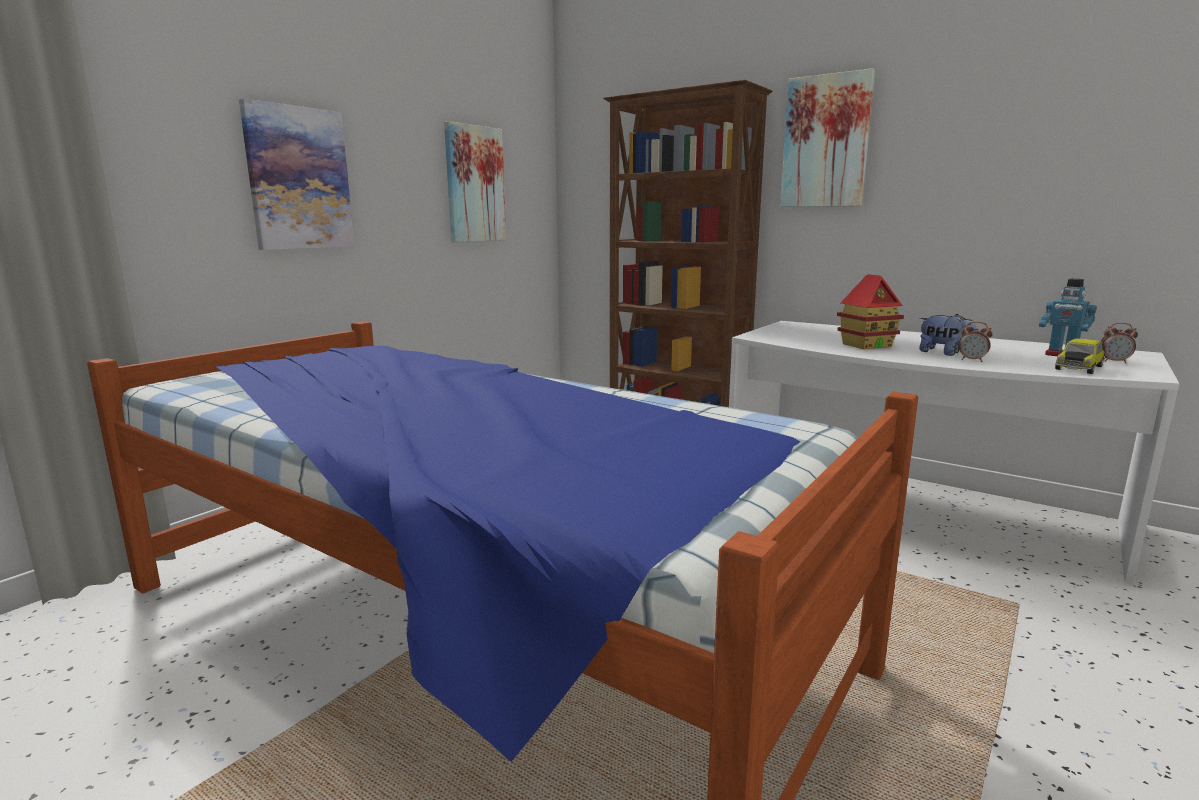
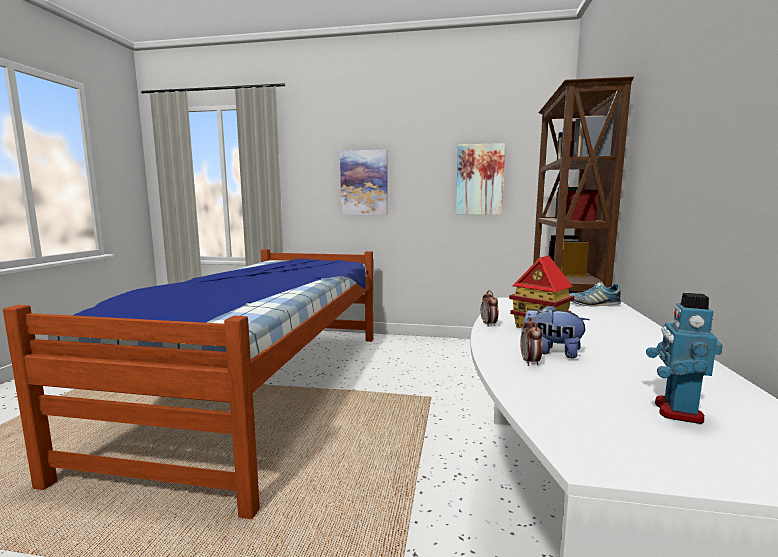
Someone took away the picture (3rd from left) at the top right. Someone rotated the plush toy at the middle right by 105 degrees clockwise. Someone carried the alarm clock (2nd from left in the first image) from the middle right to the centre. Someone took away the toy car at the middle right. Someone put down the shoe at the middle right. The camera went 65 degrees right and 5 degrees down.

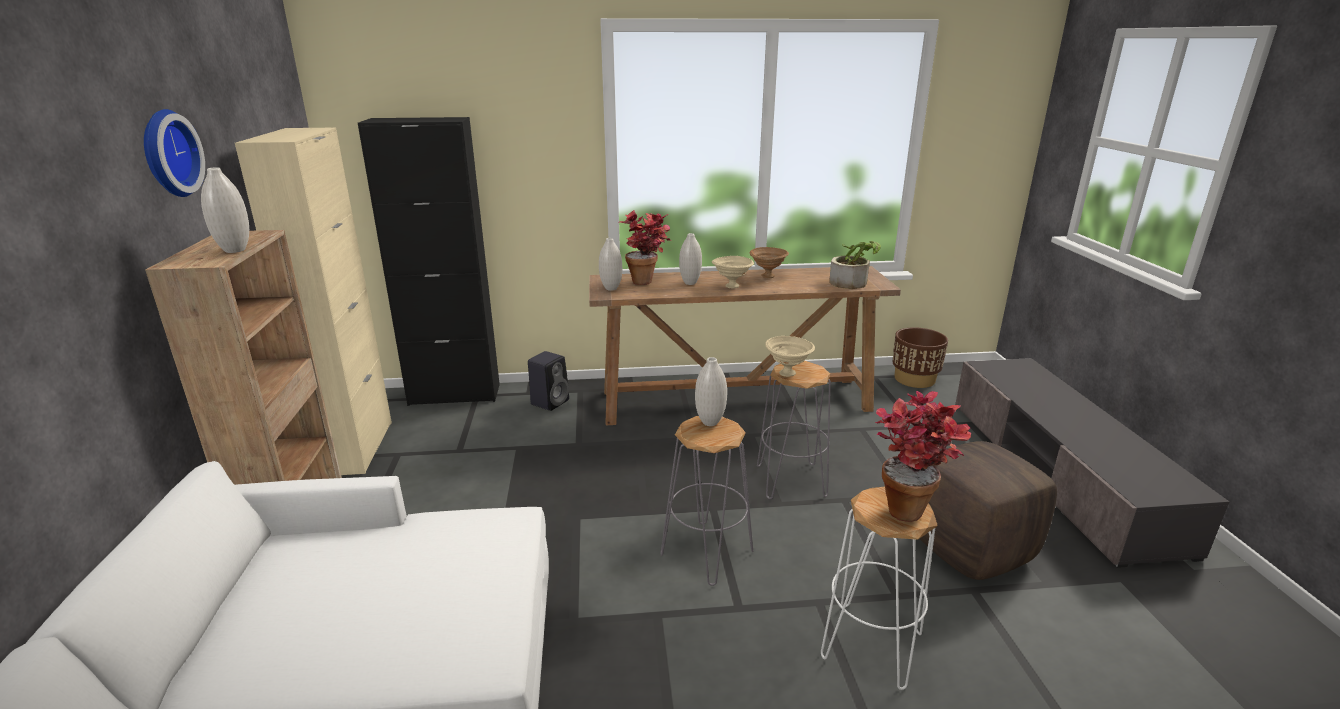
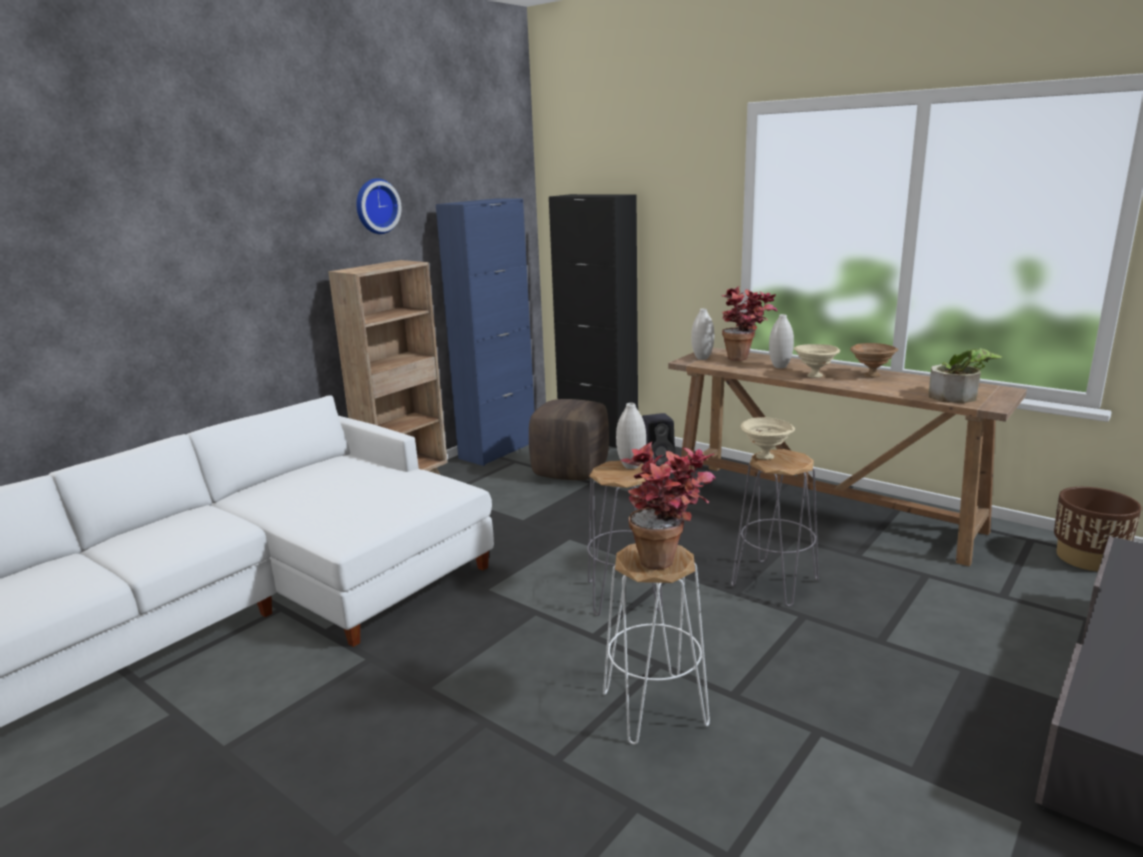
Someone repainted the cabinet/beige at the middle left, which became the cabinet/blue at the centre. Someone took away the vase/white (1st from left) at the top left. Someone carried the ottoman/brown from the bottom right to the centre. The camera went 45 degrees right and 5 degrees down.

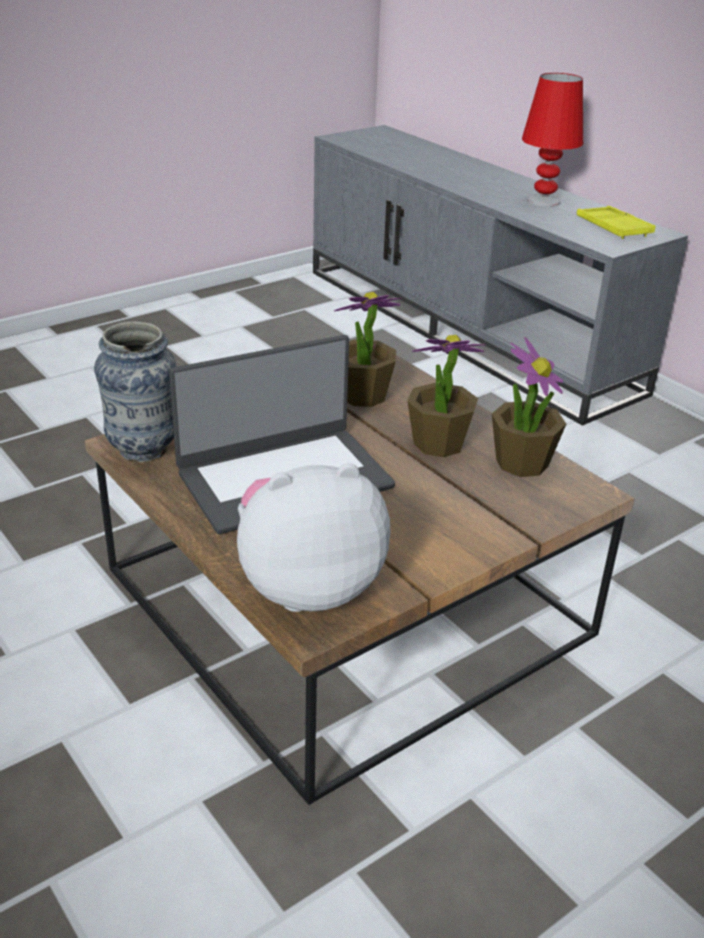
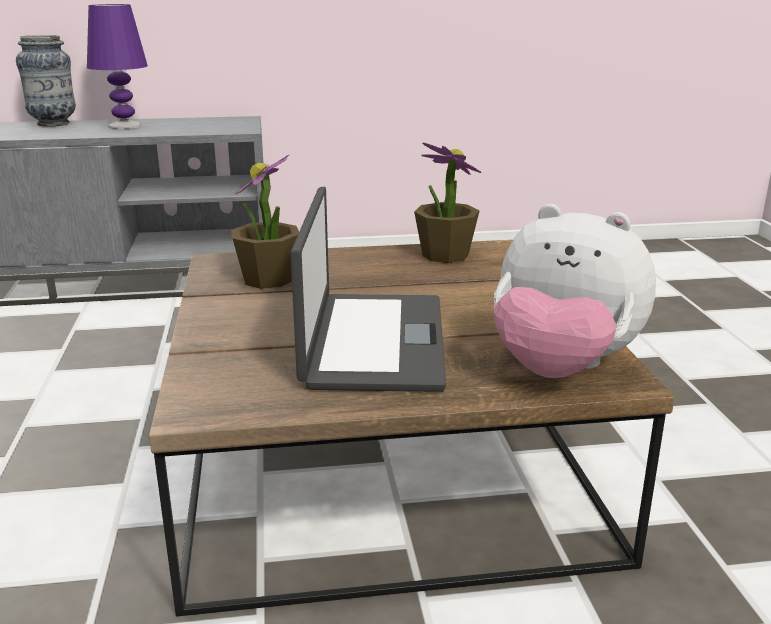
Someone repainted the table lamp/red at the top right, which became the table lamp/purple at the top left. Someone took away the tray/yellow at the top right. Someone carried the vase from the middle left to the top left. Someone took away the potted plant (2nd from left) at the centre. Someone rotated the plush toy at the centre by 75 degrees counterclockwise. The camera went 60 degrees left and 10 degrees down.

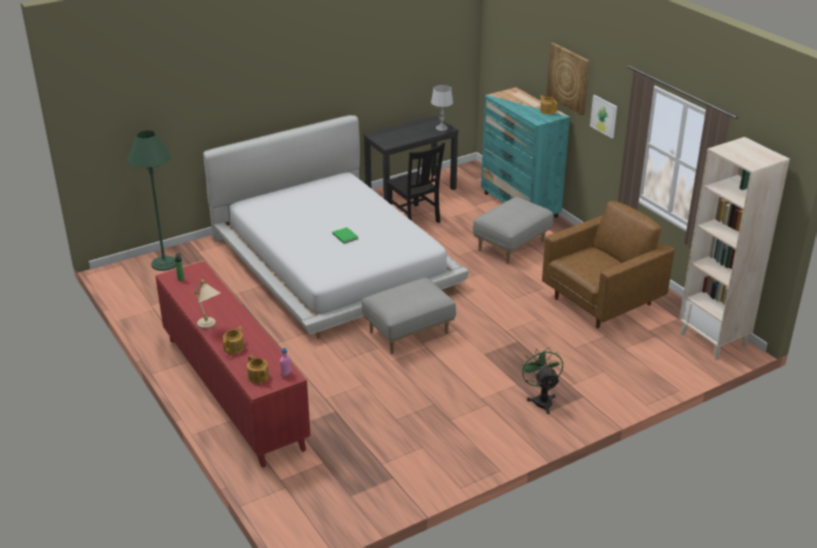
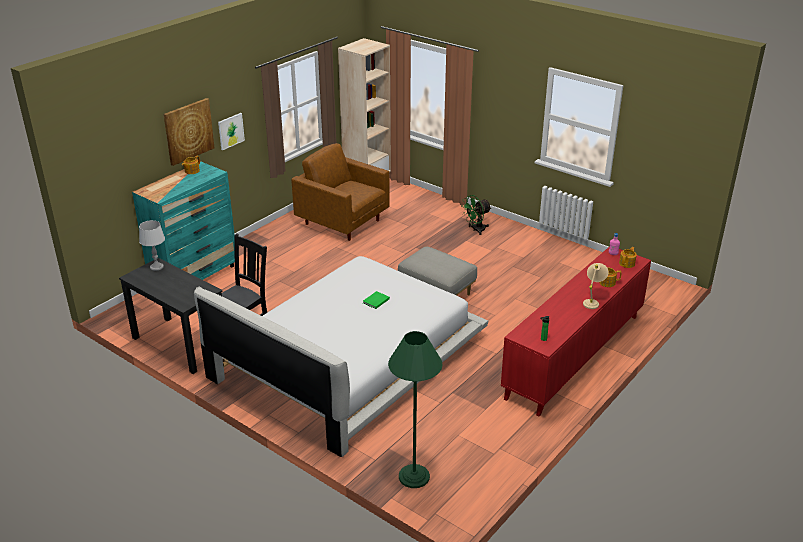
Someone took away the ottoman/grey (2nd from left) at the centre. The camera went 110 degrees left and 0 degrees up.

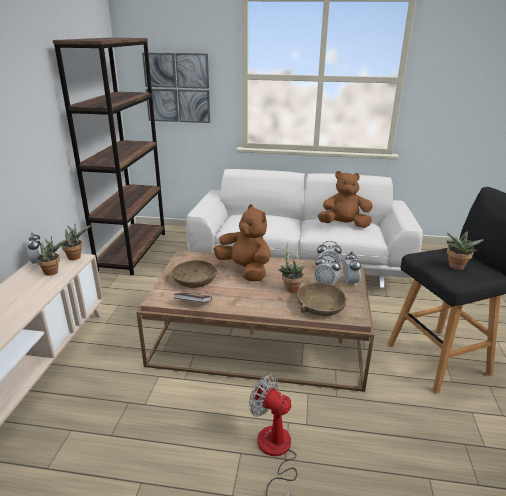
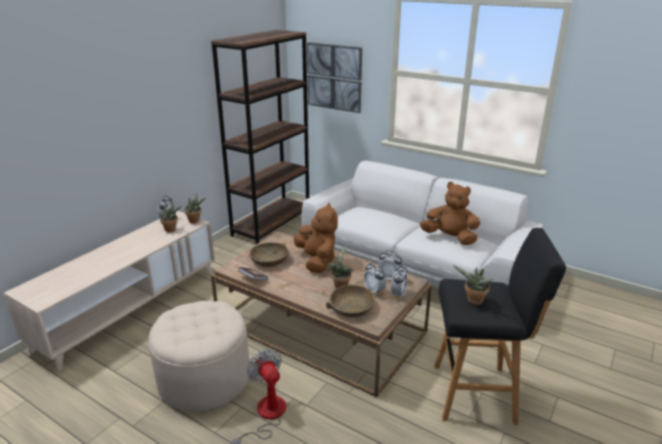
Someone put down the ottoman/beige at the bottom left. The camera went 25 degrees right and 0 degrees up.

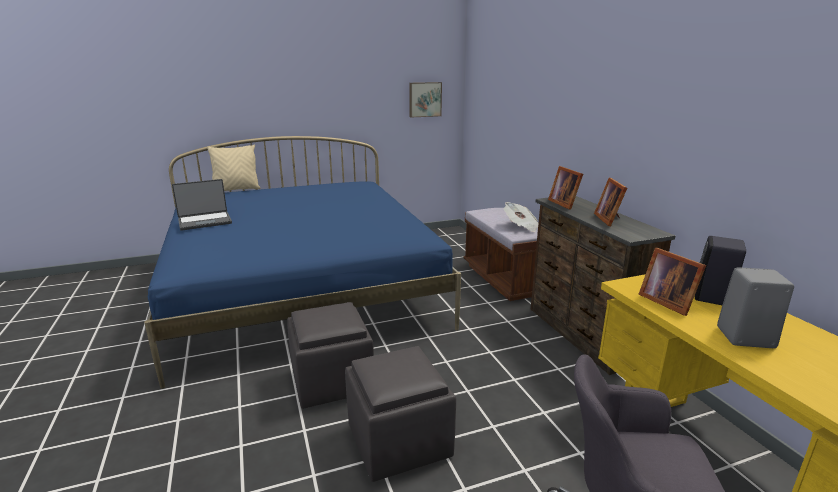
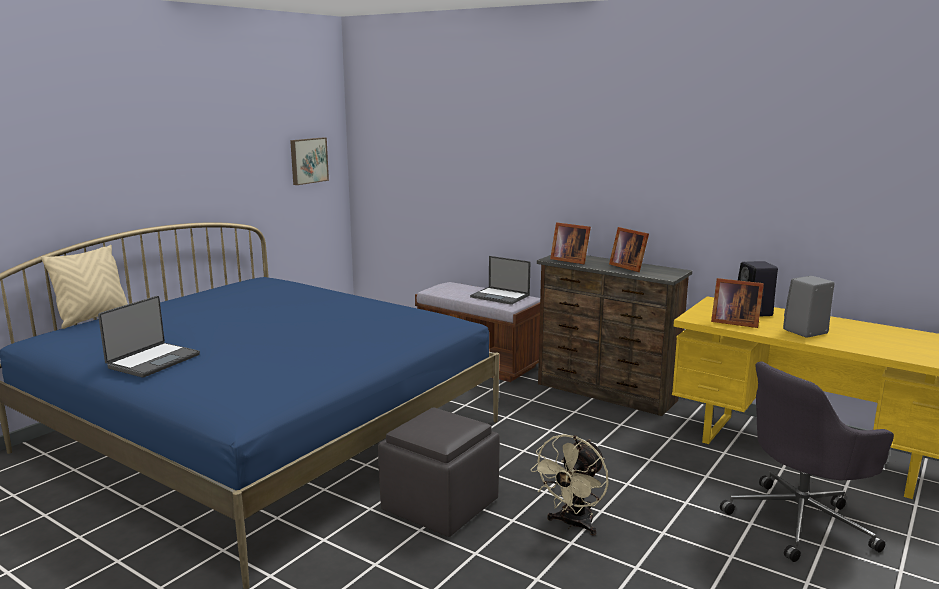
Someone swapped the newspaper at the centre for the laptop (2nd from left) at the centre. Someone swapped the ottoman/grey (2nd from left) at the bottom centre for the fan/beige at the bottom centre. The camera went 35 degrees left and 5 degrees down.

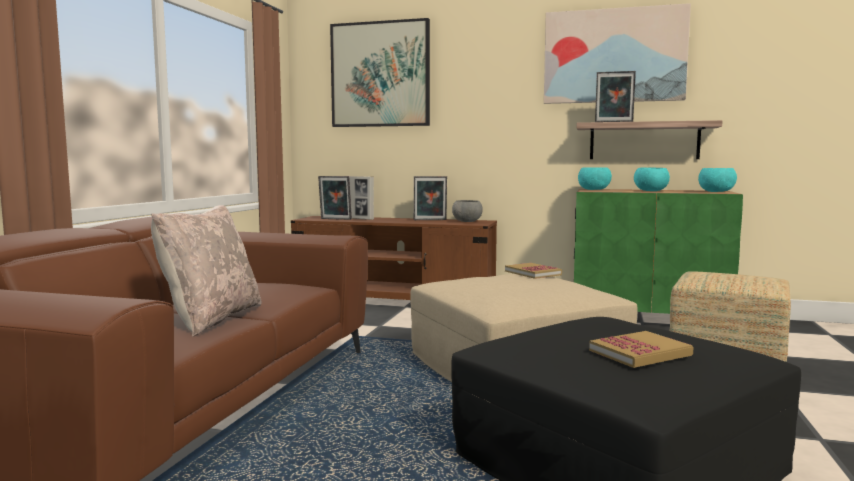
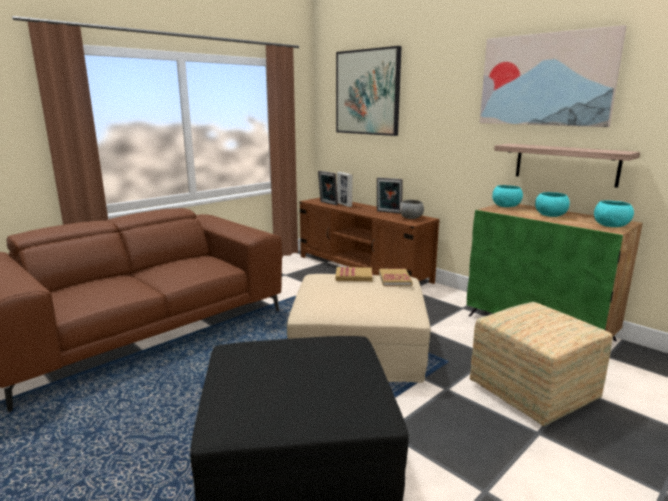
Someone took away the picture frame (4th from left) at the top right. Someone took away the pillow/beige at the middle left. Someone carried the book (2nd from left in the first image) from the bottom right to the centre. The camera went 30 degrees right and 10 degrees up.

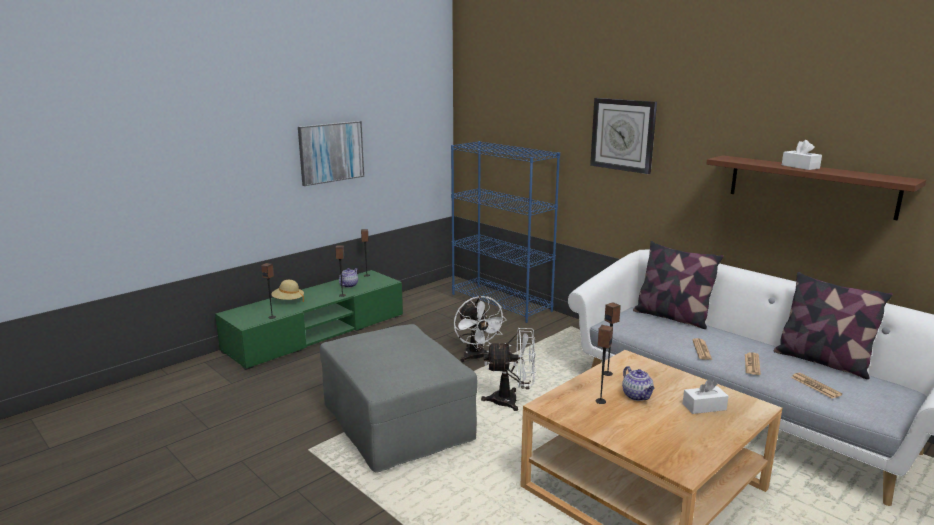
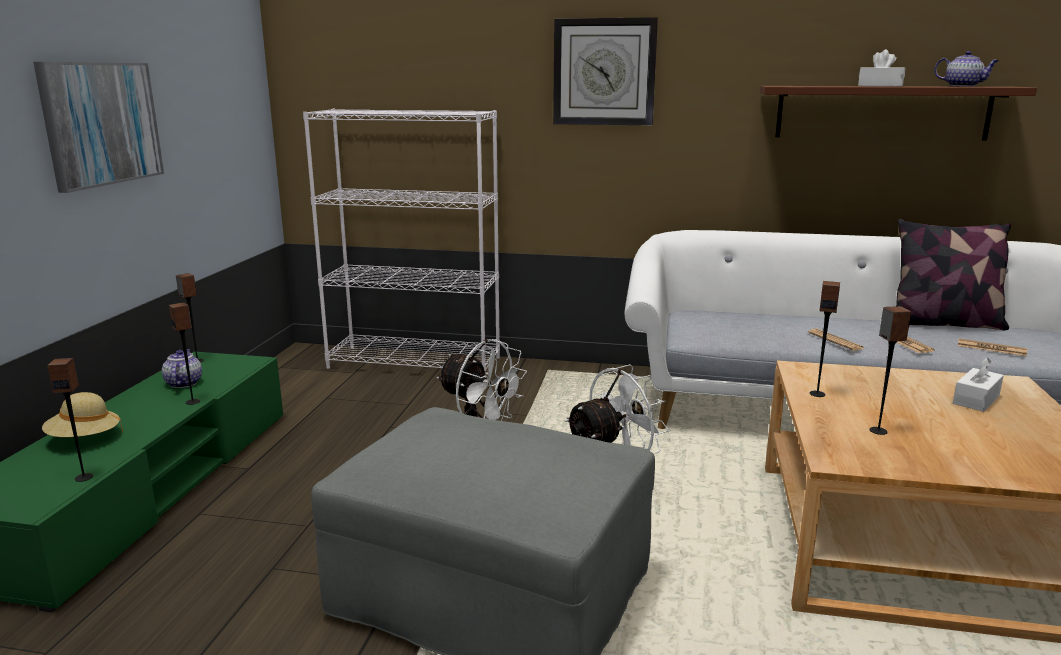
Someone repainted the bookcase/blue at the centre, which became the bookcase/white at the centre. Someone took away the pillow (1st from left) at the middle right. Someone carried the teapot (2nd from left) from the bottom right to the top right. The camera went 35 degrees left and 0 degrees up.

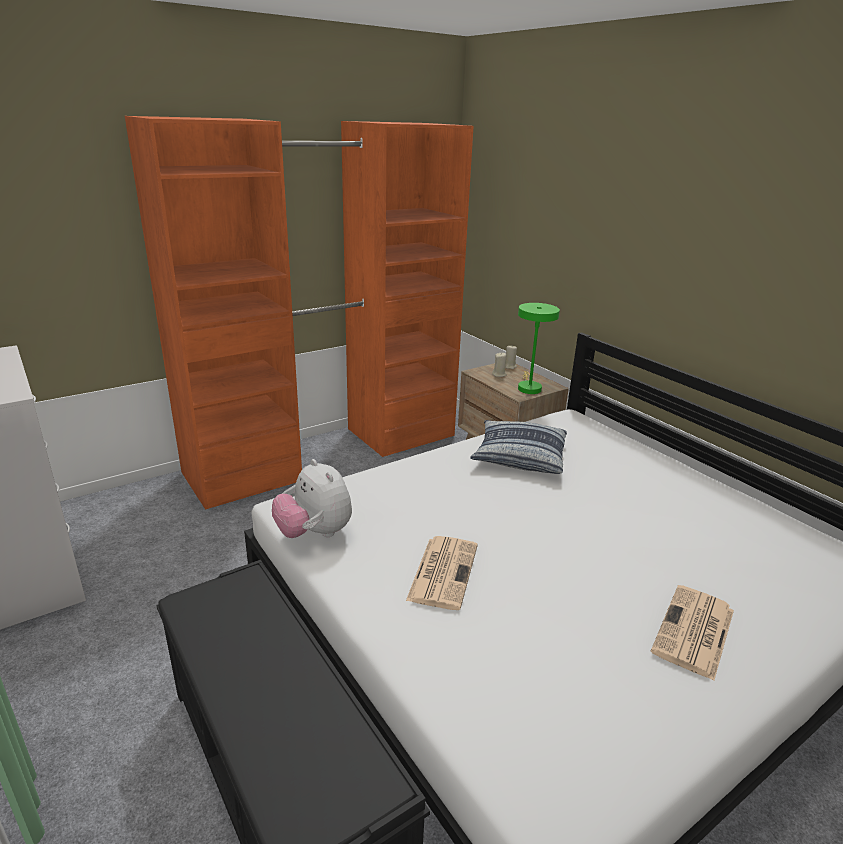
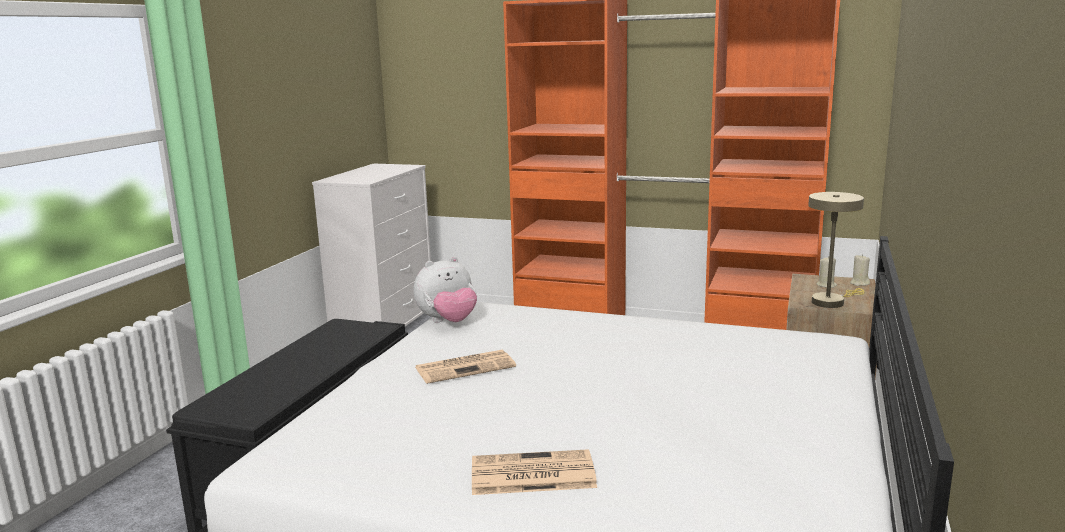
Someone repainted the table lamp/green at the centre, which became the table lamp/beige at the middle right. Someone took away the pillow at the centre. Someone rotated the plush toy at the centre by 135 degrees counterclockwise. The camera went 55 degrees right and 10 degrees down.

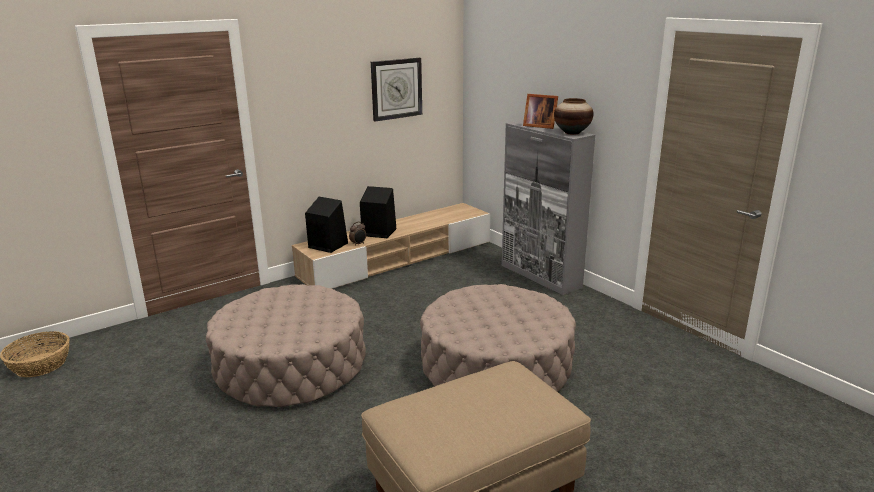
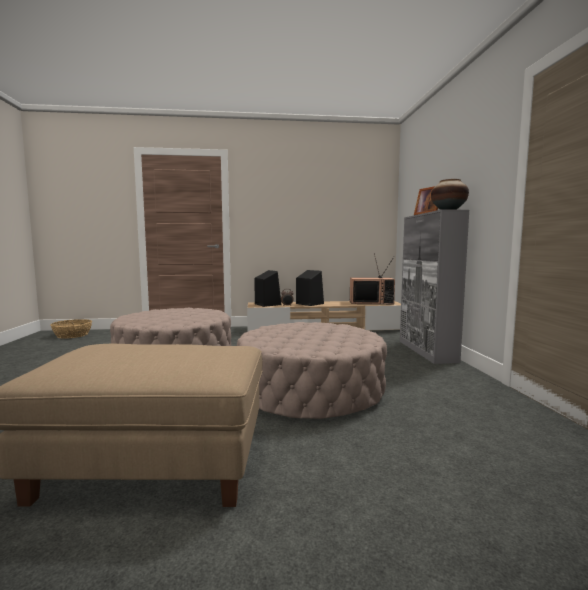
Someone took away the wall clock at the top centre. Someone put down the television at the centre. The camera went 30 degrees right and 15 degrees down.

